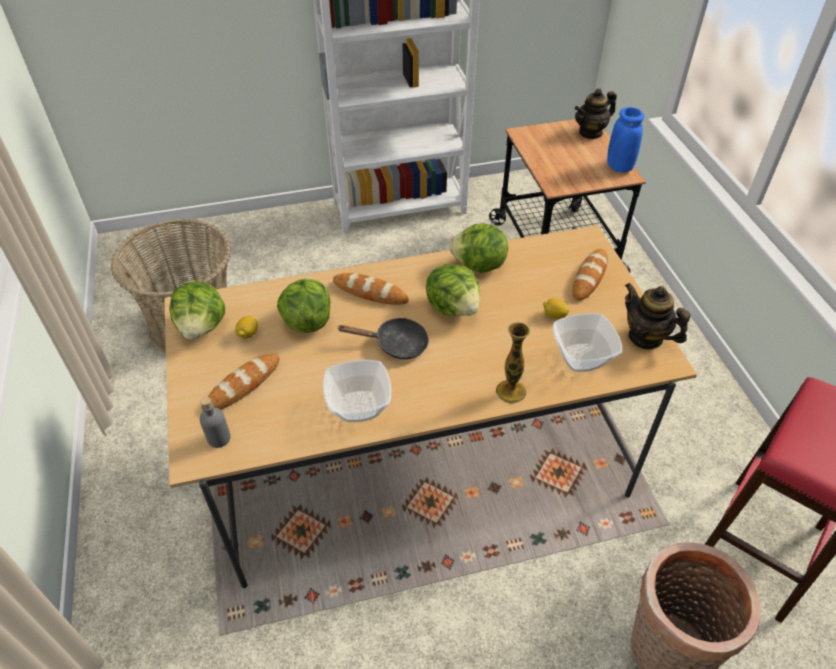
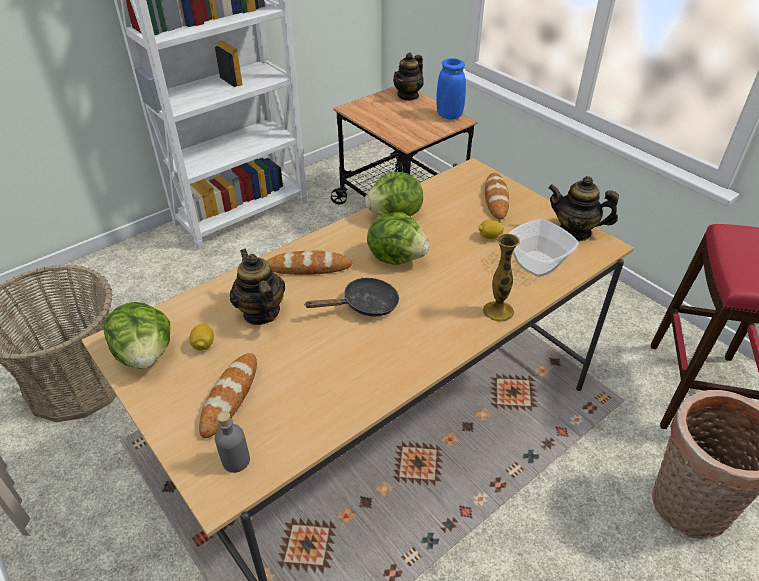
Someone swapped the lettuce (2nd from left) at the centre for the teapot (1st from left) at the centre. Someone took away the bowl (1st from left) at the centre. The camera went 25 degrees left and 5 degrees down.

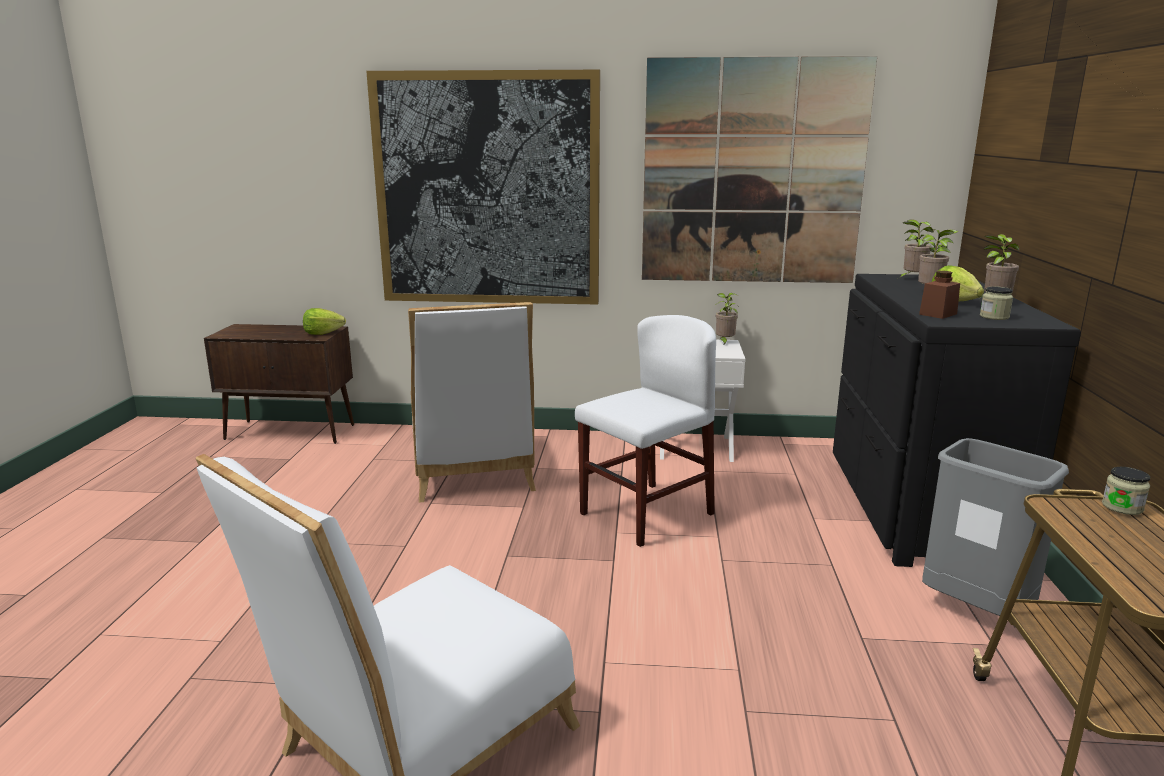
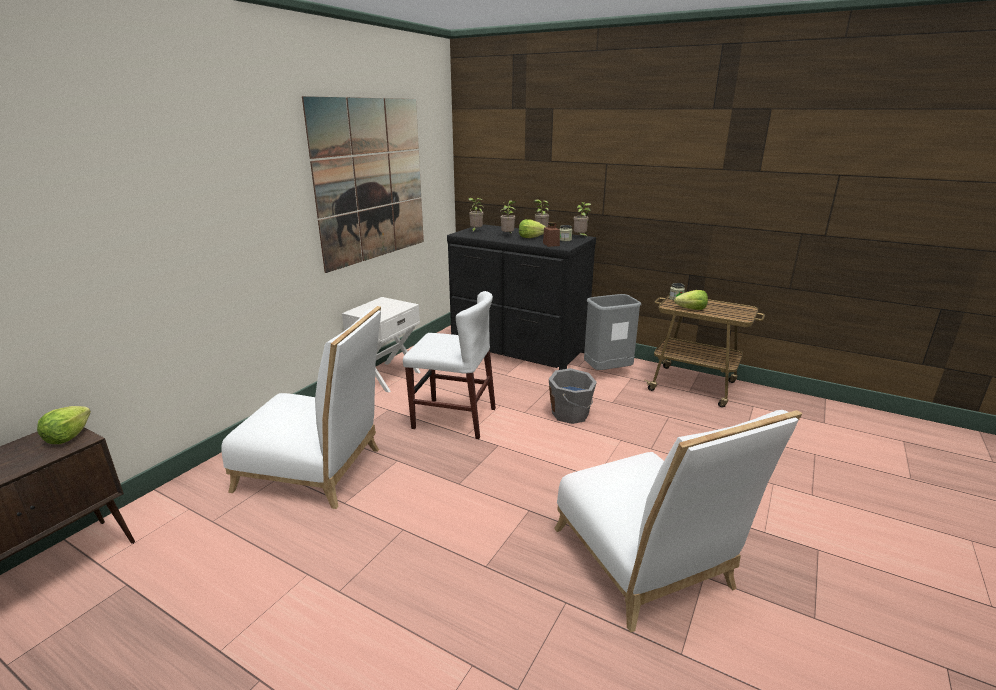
Someone took away the picture (1st from left) at the top centre. Someone carried the potted plant (1st from left in the first image) from the centre to the top centre. Someone rotated the chair/white (3rd from left in the first image) at the centre by 120 degrees clockwise. Someone put down the lettuce (3rd from left) at the middle right. Someone put down the bucket/grey at the centre. The camera went 65 degrees left and 5 degrees up.

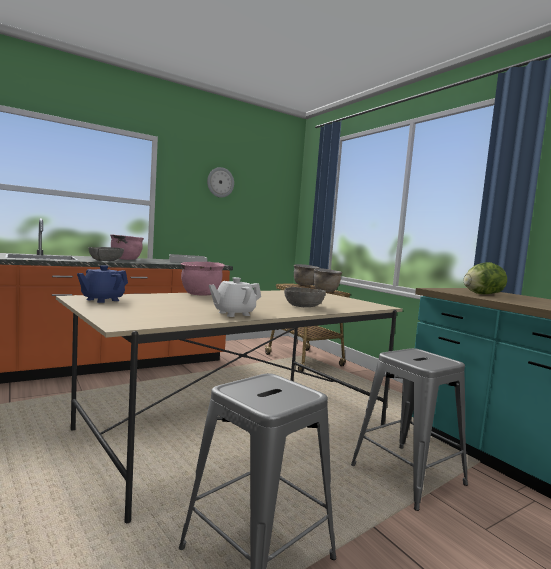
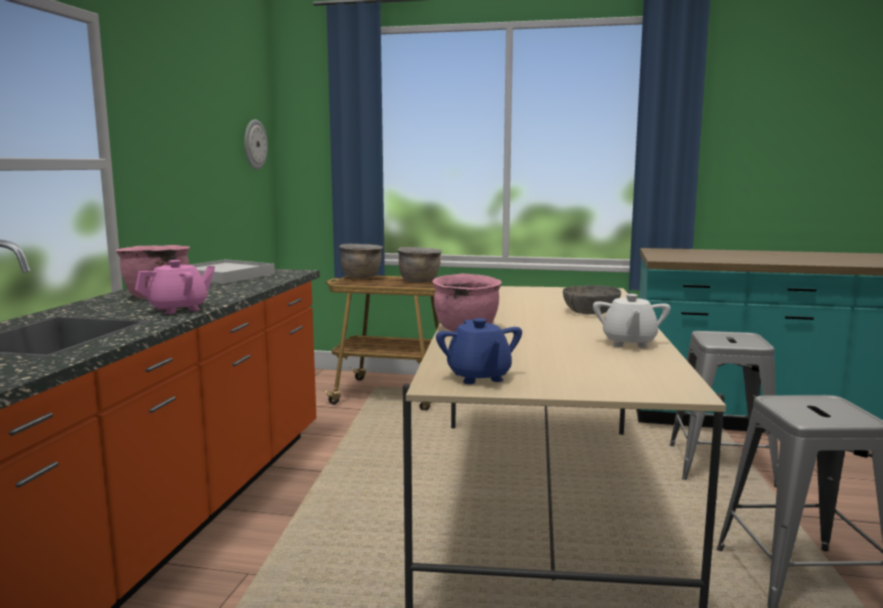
Someone carried the wall clock from the top centre to the top left. Someone swapped the bowl/grey (1st from left) at the middle left for the teapot/pink at the middle left. Someone took away the lettuce at the middle right. The camera went 45 degrees left and 5 degrees up.

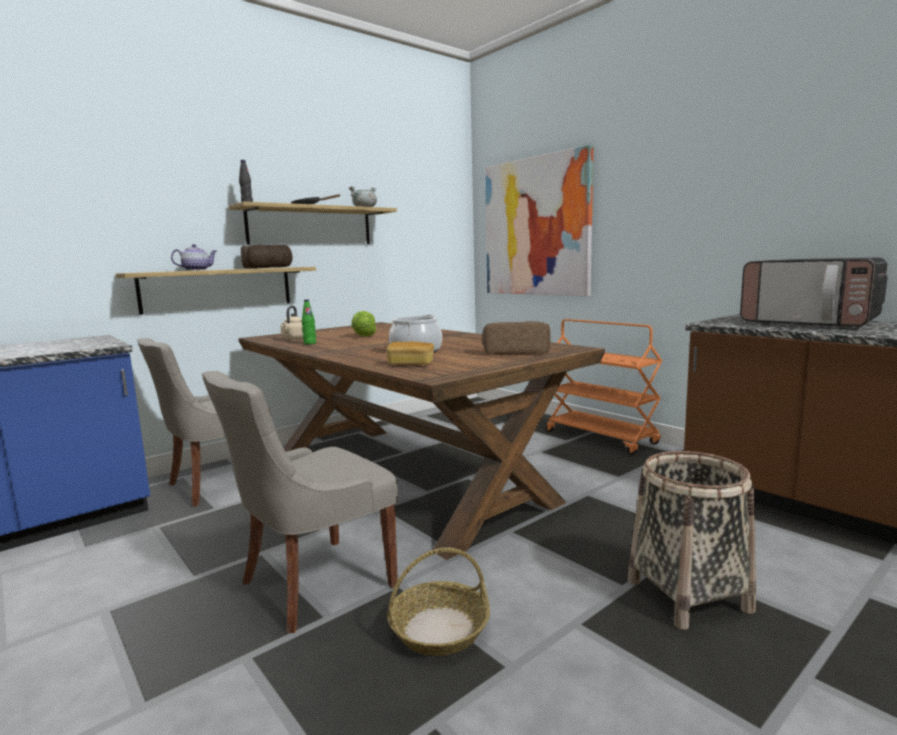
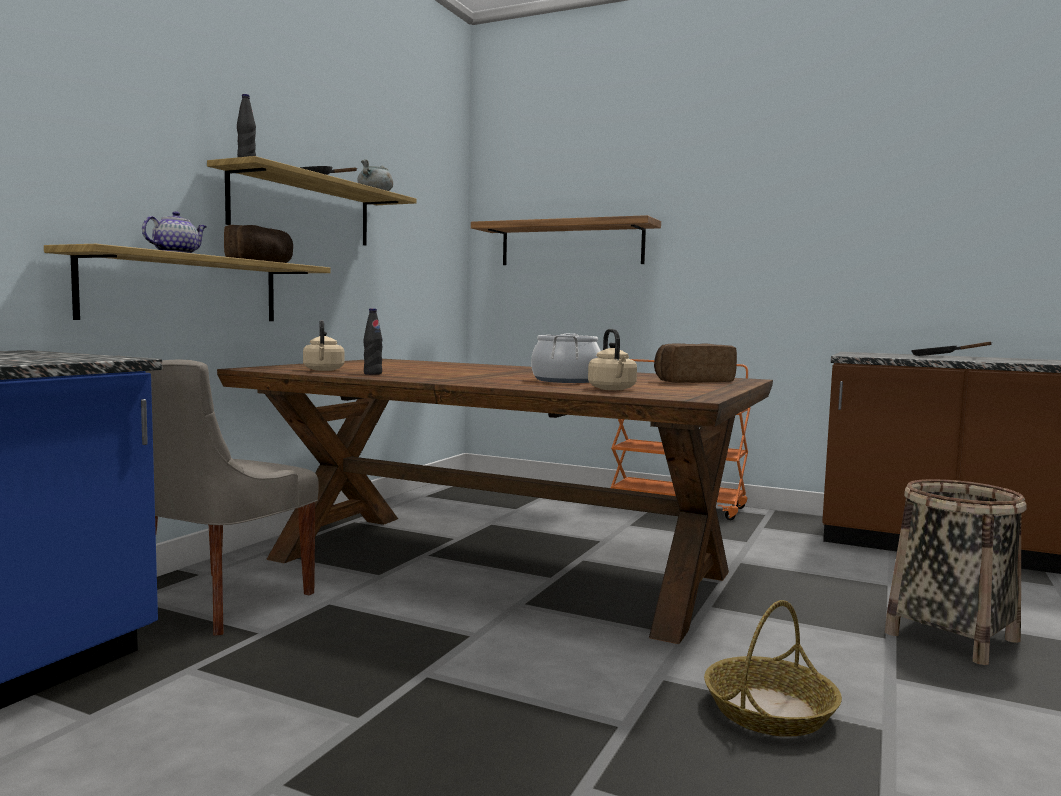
Someone swapped the picture at the top centre for the shelf (3rd from left) at the top centre. Someone swapped the microwave at the middle right for the frying pan/black (2nd from left) at the middle right. Someone repainted the bottle/green at the centre, which became the bottle/black (2nd from left) at the centre. Someone took away the lettuce at the centre. Someone swapped the bread (2nd from left) at the centre for the kettle/beige (2nd from left) at the centre. Someone took away the chair/grey (2nd from left) at the bottom centre. The camera went 25 degrees left and 5 degrees down.

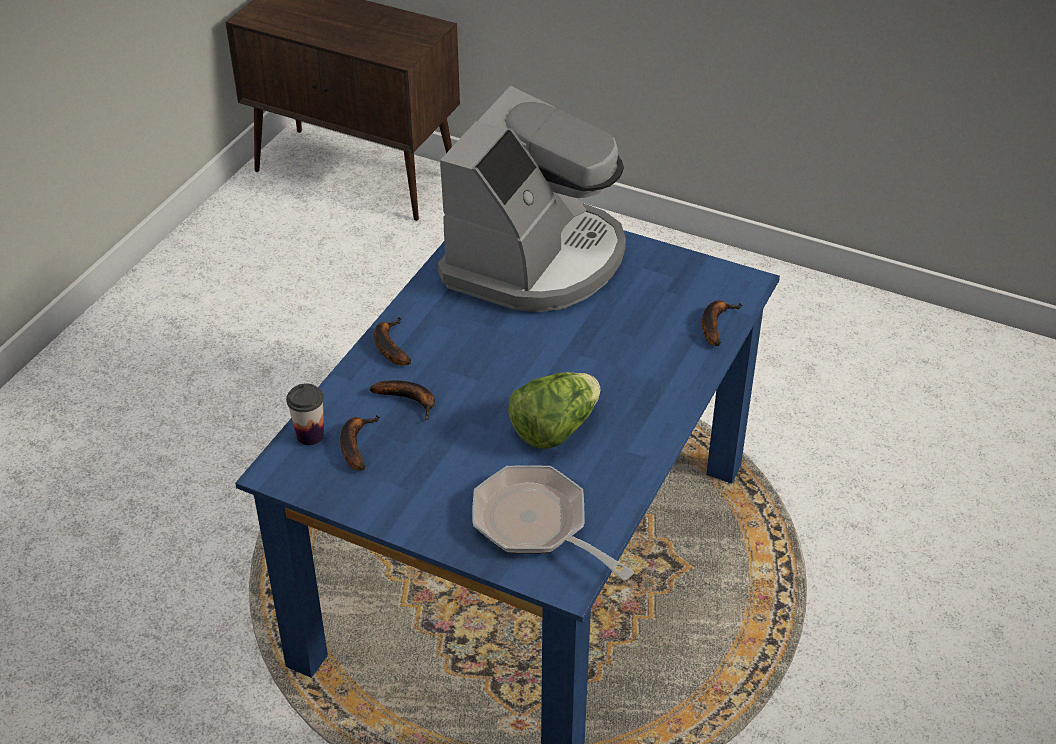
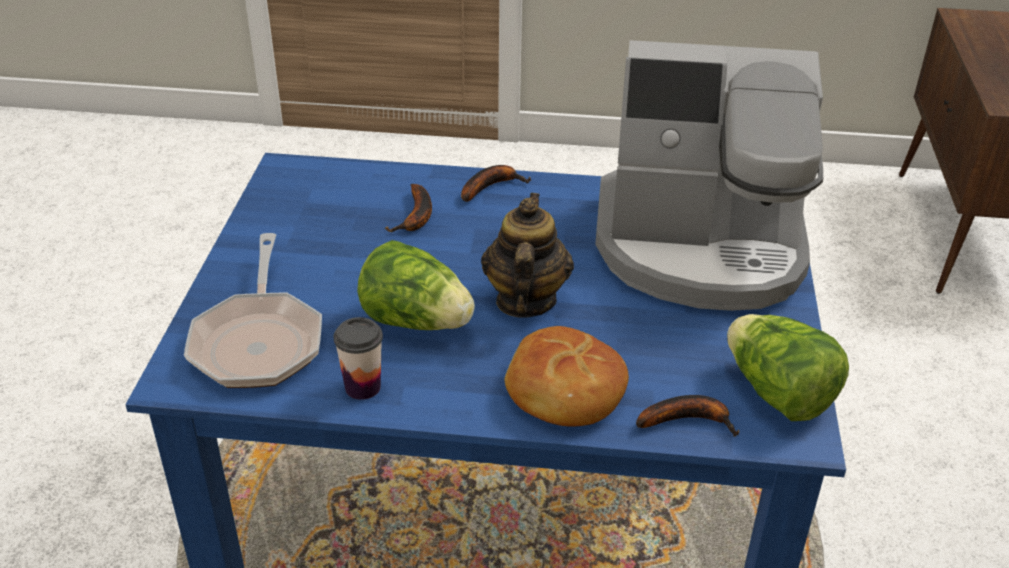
Someone carried the cup from the middle left to the centre. Someone took away the banana (1st from left) at the centre. Someone rotated the frying pan at the bottom centre by 150 degrees clockwise. Someone put down the teapot at the centre. Someone put down the lettuce (2nd from left) at the middle right. Someone put down the bread at the centre. The camera went 70 degrees right and 5 degrees down.

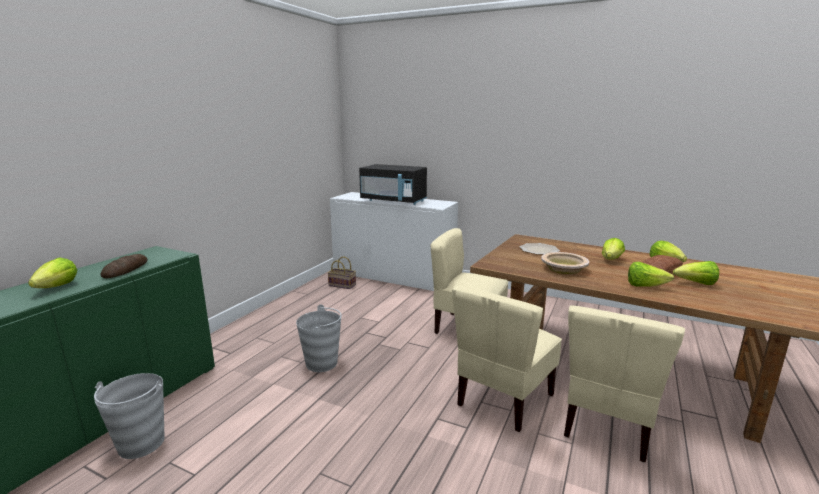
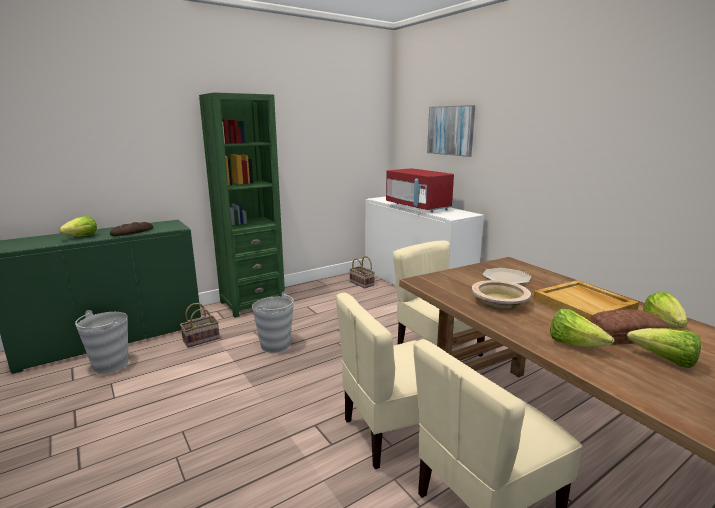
Someone repainted the microwave/black at the centre, which became the microwave/red at the centre. Someone swapped the lettuce (2nd from left) at the middle right for the tray/beige at the middle right. Someone put down the bookcase/green at the centre. Someone put up the picture at the top centre. Someone put down the basket (1st from left) at the middle left. The camera went 30 degrees right and 0 degrees up.

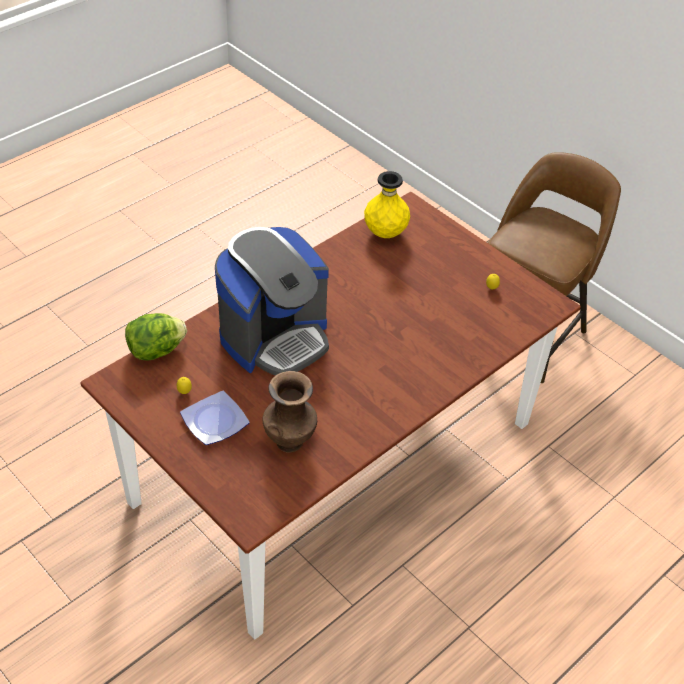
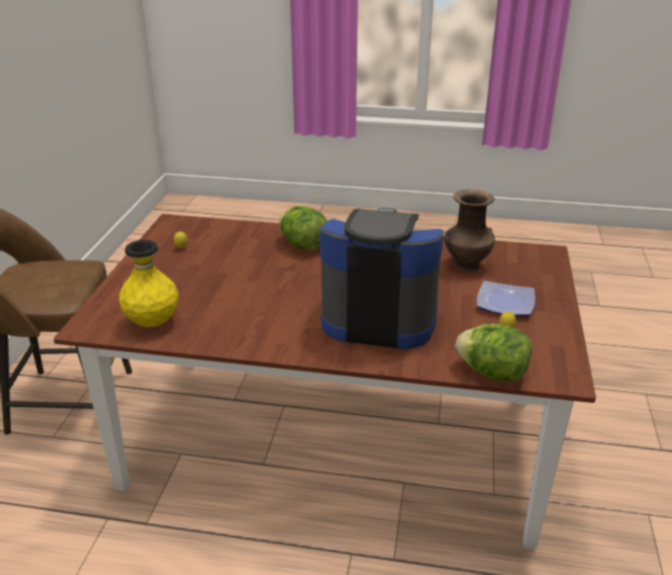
Someone put down the lettuce (1st from left) at the centre. The camera went 125 degrees left and 15 degrees down.

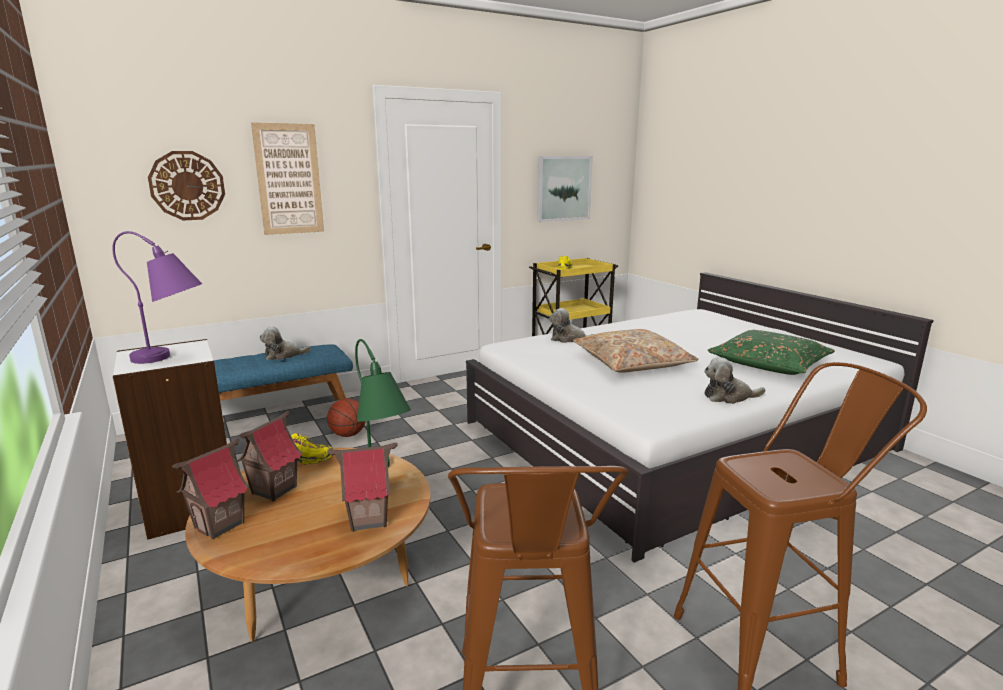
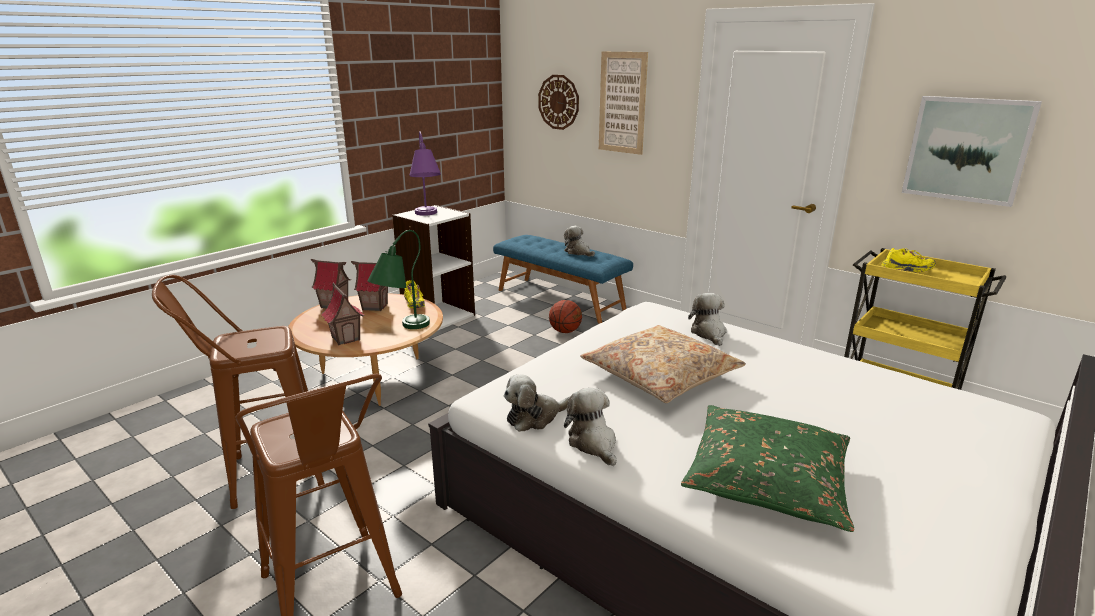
Someone put down the plush toy (1st from left) at the centre. The camera went 70 degrees right and 5 degrees up.

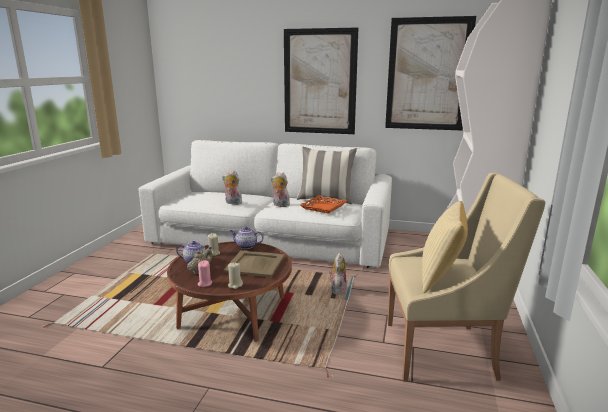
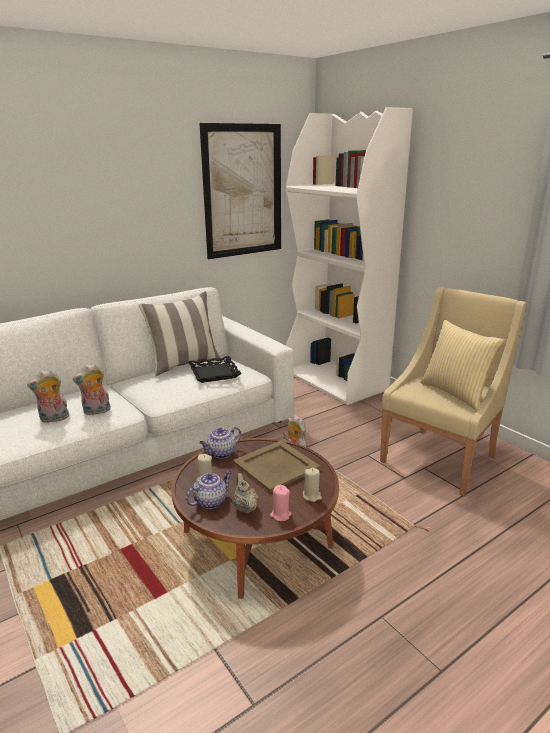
Someone took away the picture (1st from left) at the top centre. Someone carried the plush toy (2nd from left in the first image) from the centre to the middle left. Someone repainted the tray/orange at the centre, which became the tray/black at the centre. The camera went 50 degrees left and 5 degrees up.

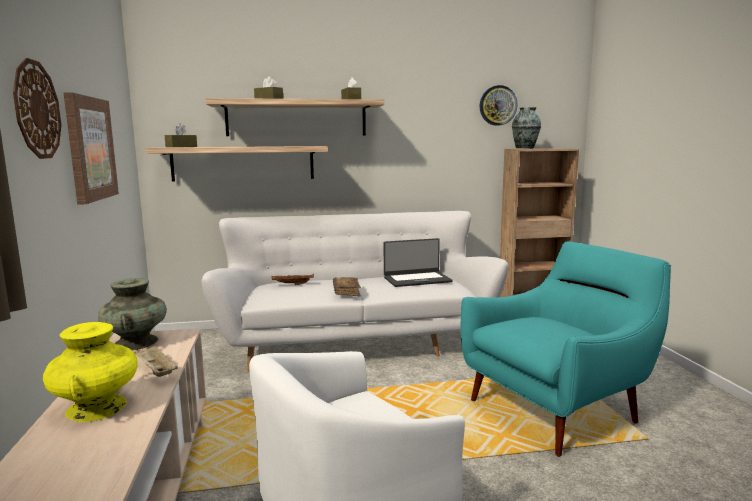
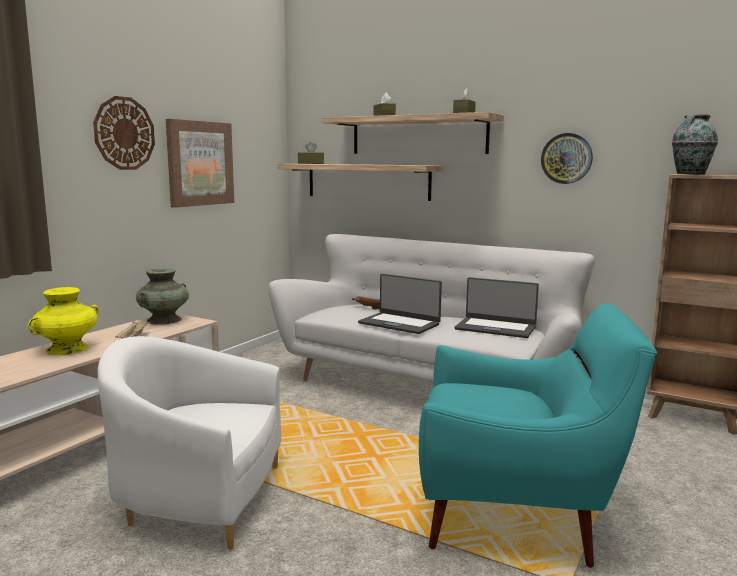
Someone carried the wall clock (2nd from left) from the top centre to the top right. Someone swapped the book/brown at the centre for the laptop (1st from left) at the centre. The camera went 40 degrees right and 0 degrees up.

